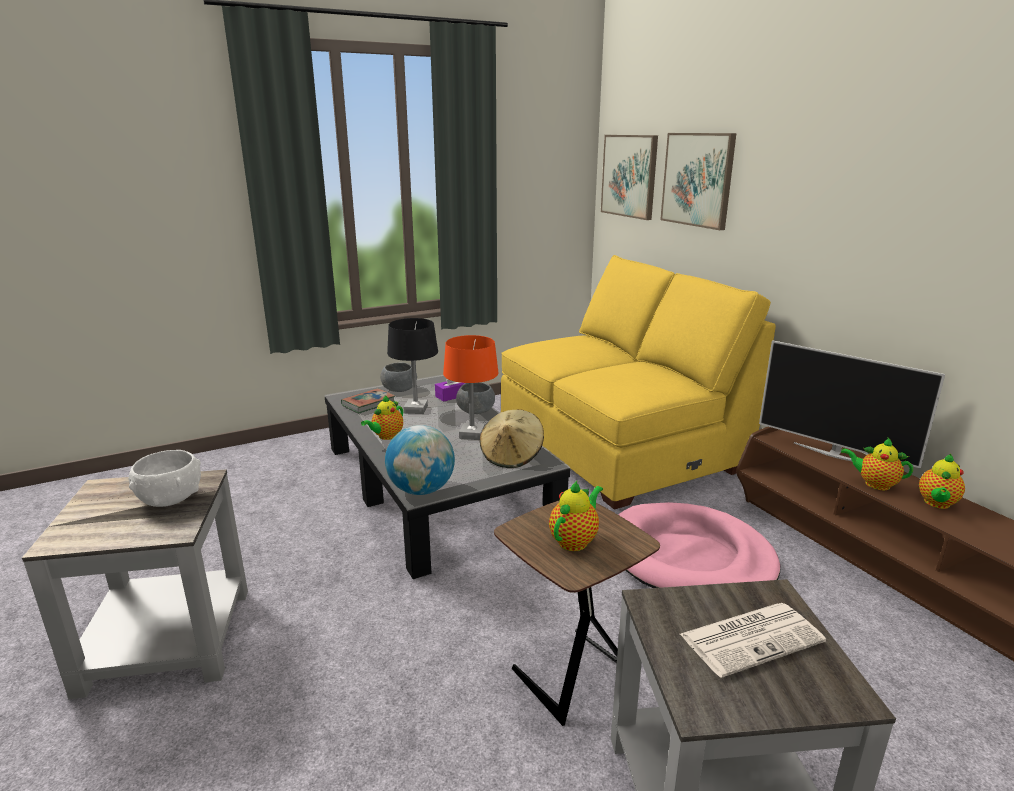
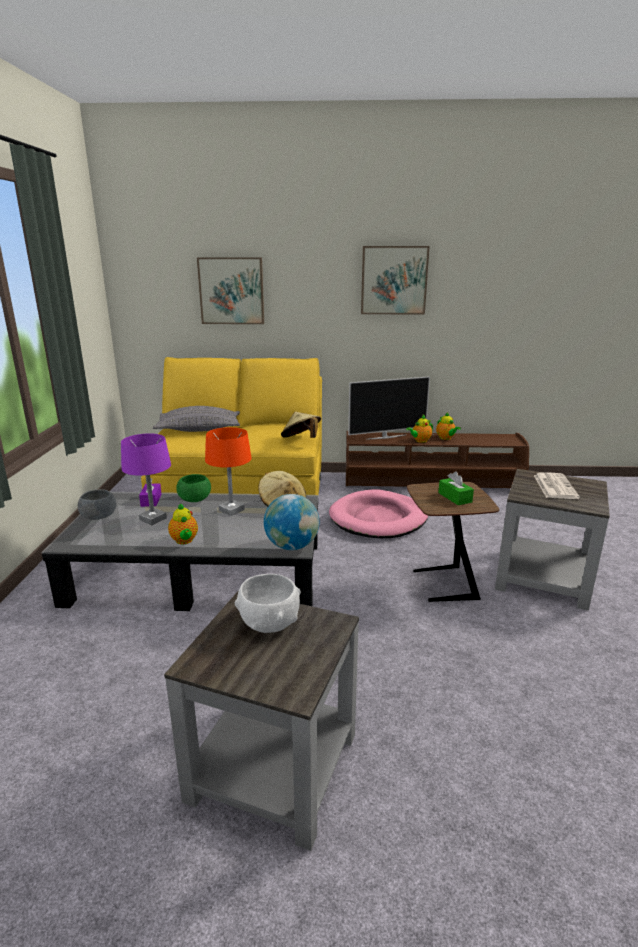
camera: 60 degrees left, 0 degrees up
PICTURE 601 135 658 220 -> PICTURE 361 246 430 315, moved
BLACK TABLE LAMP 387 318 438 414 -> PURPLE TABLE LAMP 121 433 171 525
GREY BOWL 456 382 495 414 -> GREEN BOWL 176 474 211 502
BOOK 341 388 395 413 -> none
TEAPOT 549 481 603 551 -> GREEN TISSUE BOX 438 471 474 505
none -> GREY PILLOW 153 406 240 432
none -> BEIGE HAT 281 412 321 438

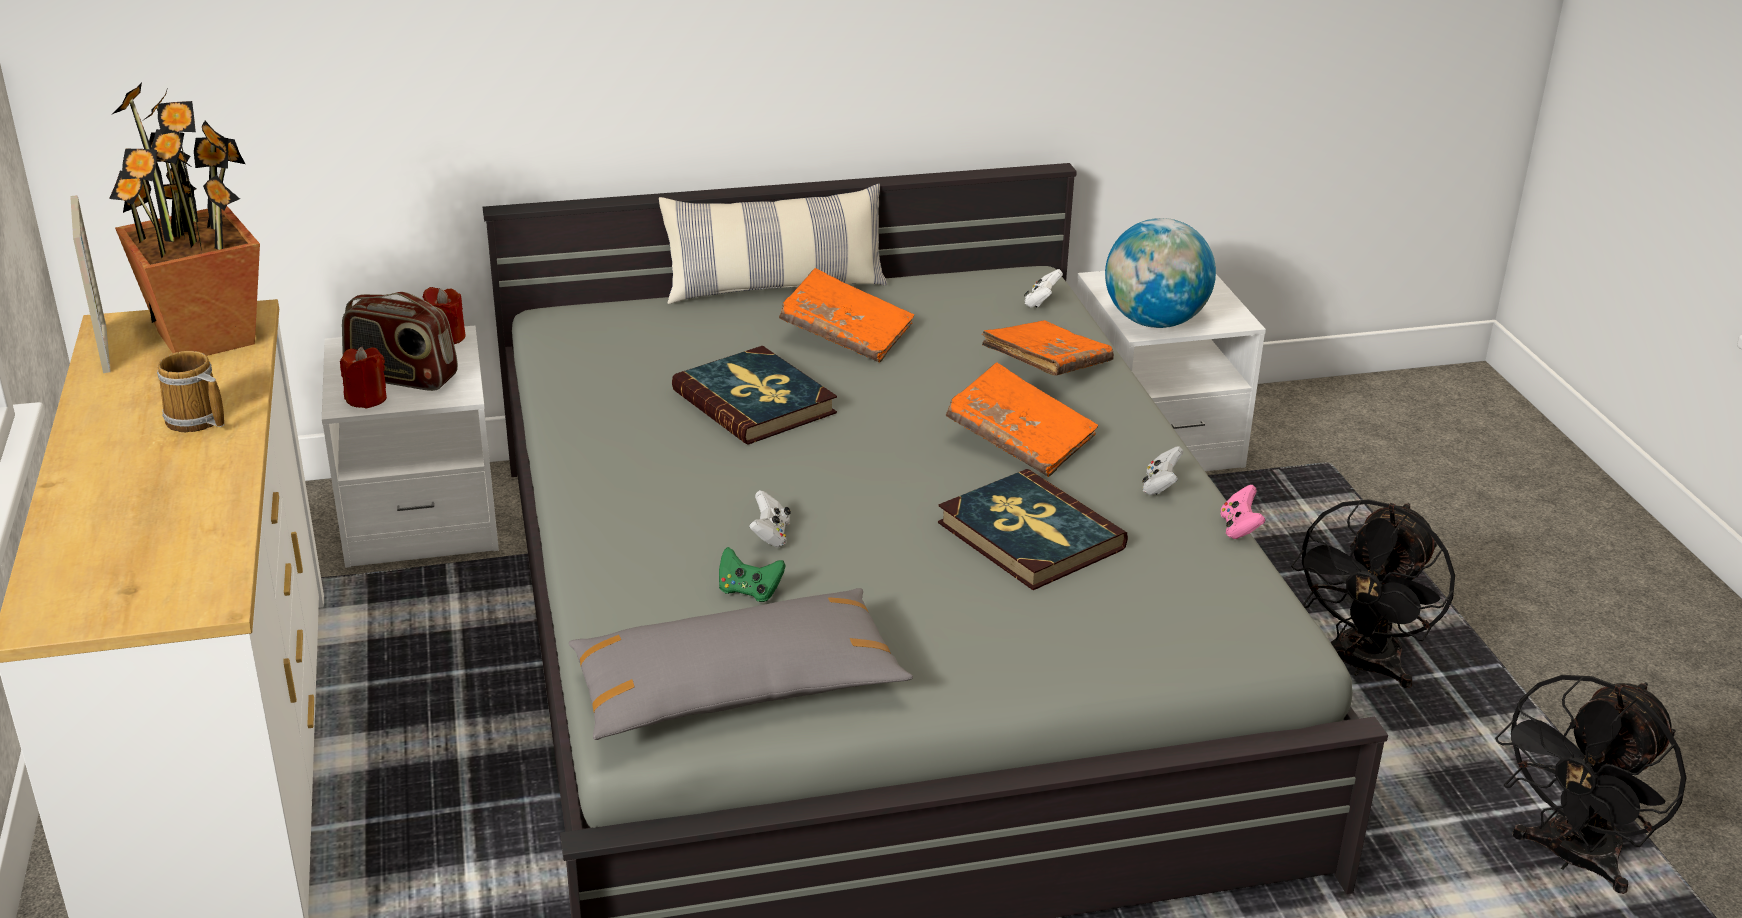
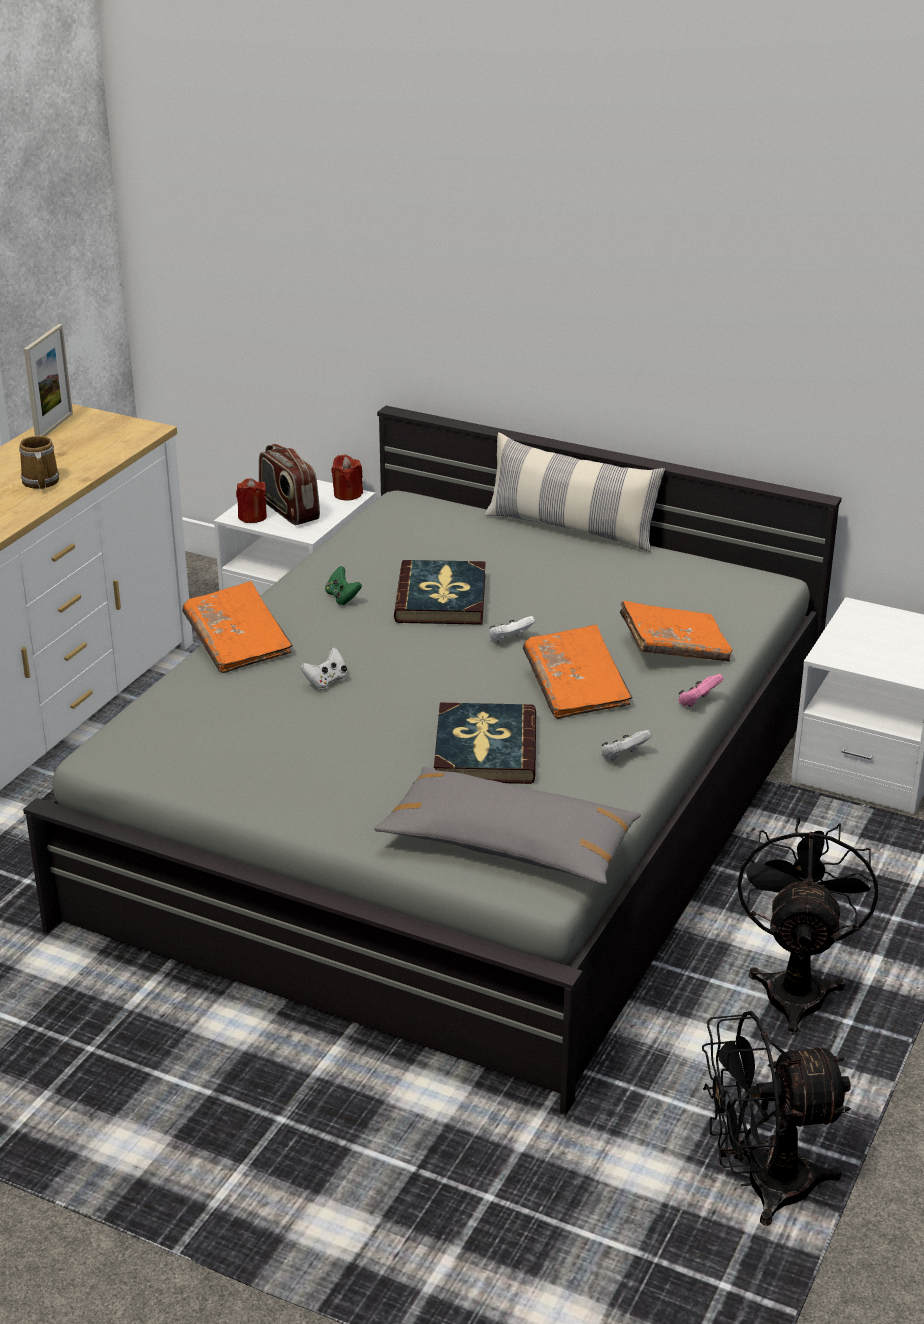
camera: 40 degrees right, 0 degrees up
POTTED PLANT 109 82 260 356 -> none
GLOBE 1105 218 1216 328 -> none
ORANGE BOOK 779 268 914 363 -> ORANGE BOOK 182 581 293 673, moved
WHITE GAME CONTROLLER 1024 269 1063 308 -> WHITE GAME CONTROLLER 489 616 535 642, moved
PINK GAME CONTROLLER 1221 485 1266 539 -> PINK GAME CONTROLLER 678 674 723 707, moved
BLACK FAN 1291 499 1455 688 -> BLACK FAN 737 817 878 1035, 120 degrees clockwise
GREEN GAME CONTROLLER 719 547 786 602 -> GREEN GAME CONTROLLER 325 566 362 605, moved
GREY PILLOW 569 588 913 740 -> GREY PILLOW 374 767 641 885, moved

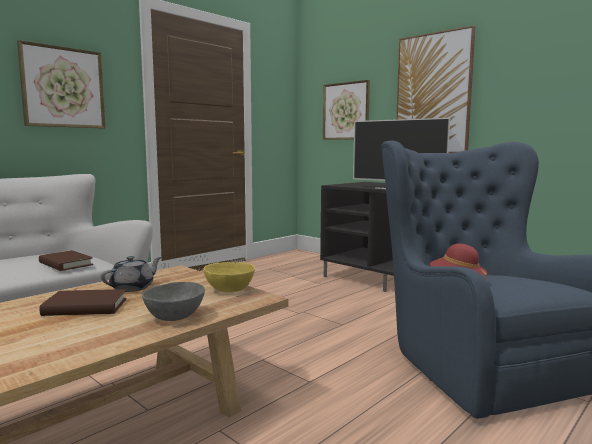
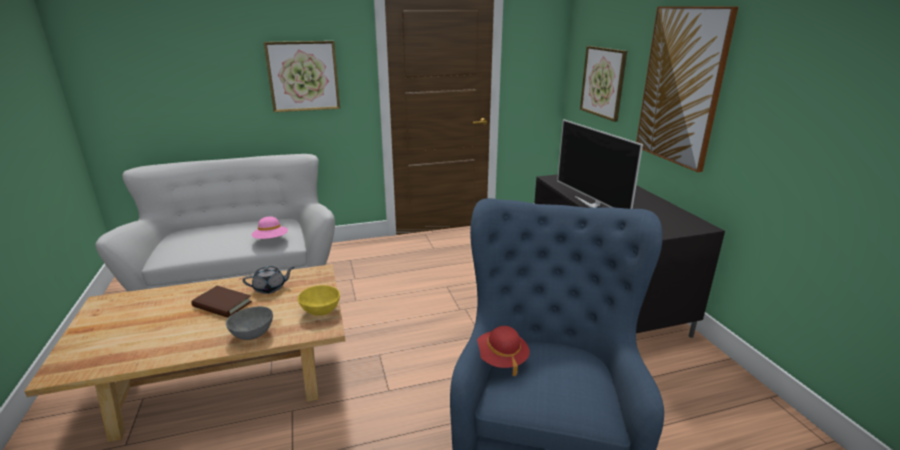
camera: 30 degrees right, 15 degrees up
BROWN BOOK 39 250 94 271 -> PINK HAT 252 216 288 239

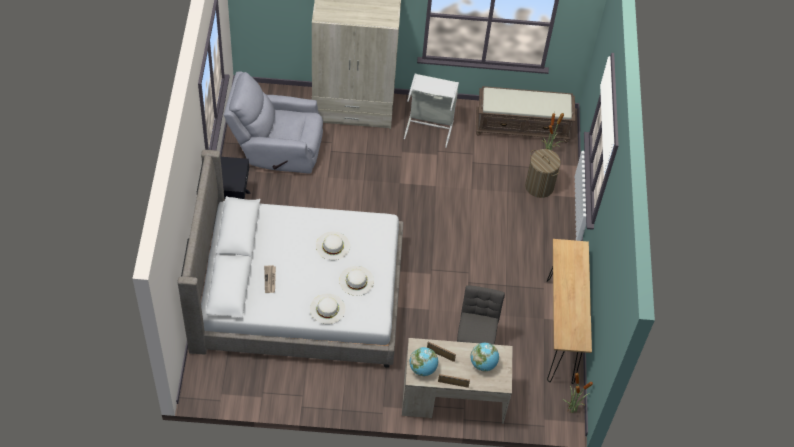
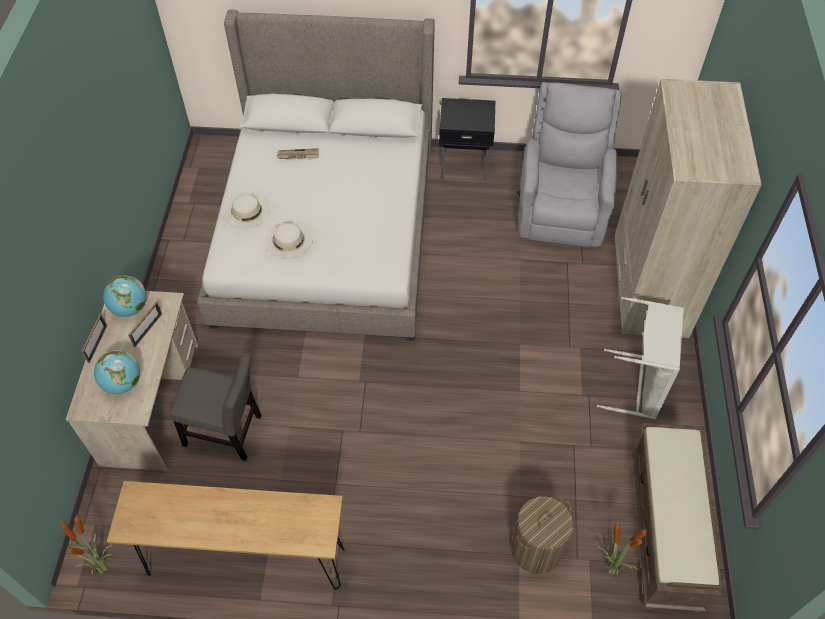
camera: 95 degrees right, 0 degrees up
WHITE HAT 316 232 350 260 -> none

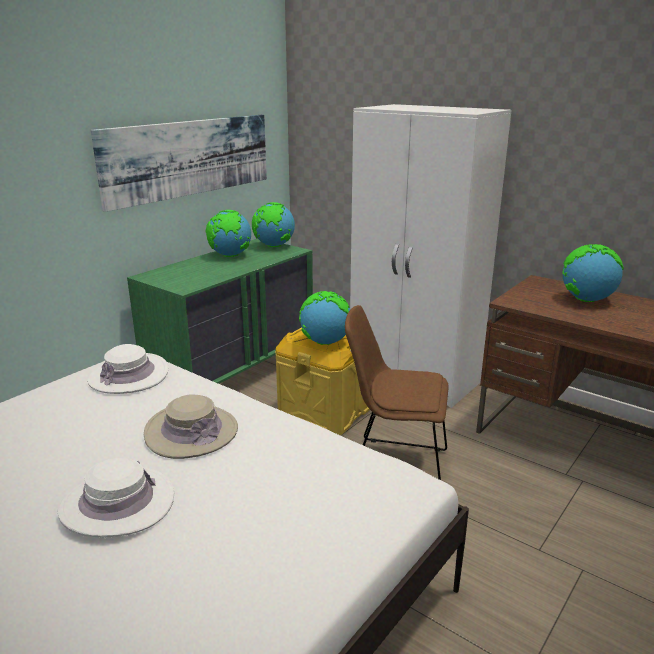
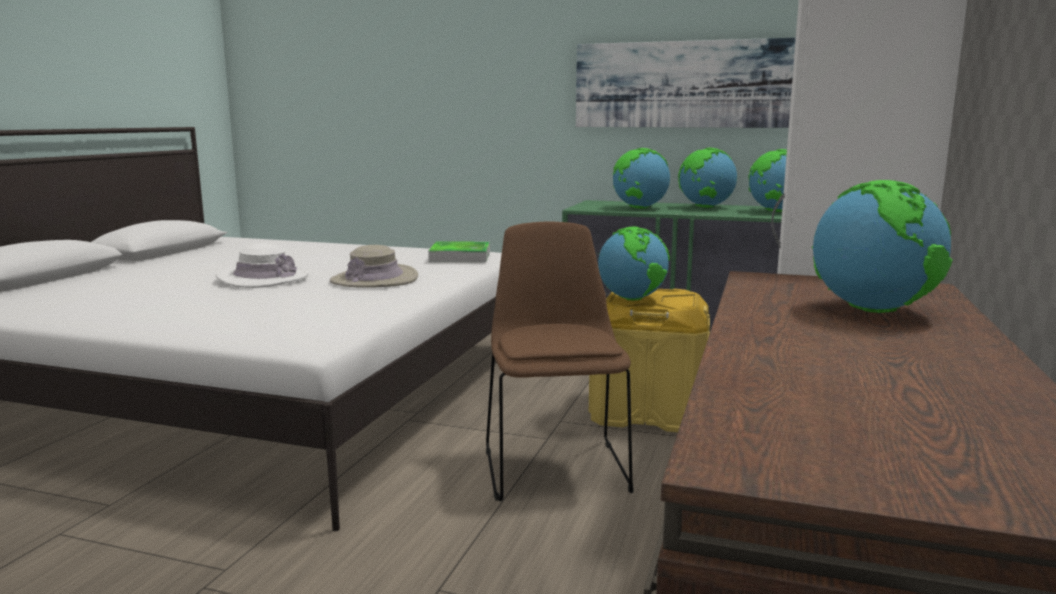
camera: 70 degrees right, 10 degrees down
WHITE HAT 87 344 168 394 -> TRAY 428 241 490 262
none -> GLOBE 613 148 670 208

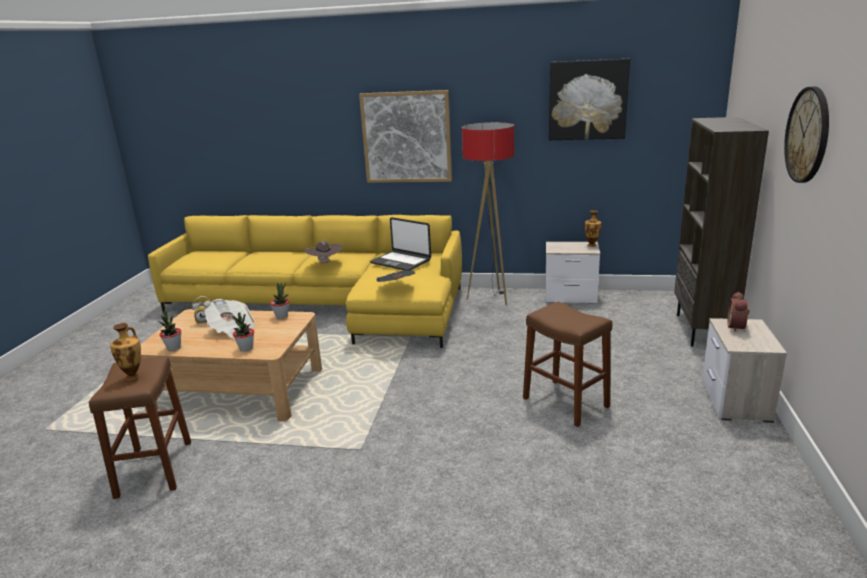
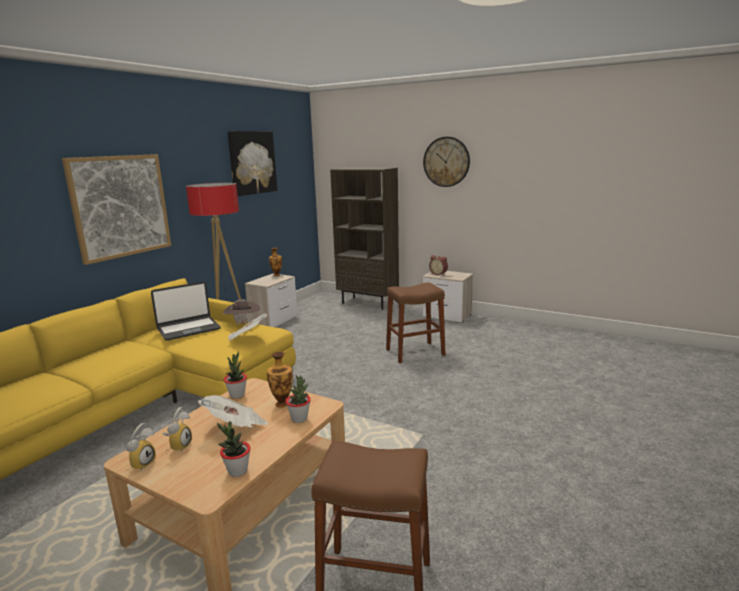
camera: 70 degrees left, 5 degrees down
BROWN HAT 303 241 343 264 -> BROWN HAT 223 299 260 325, moved
VASE 110 323 141 381 -> VASE 267 351 293 408, moved
none -> ALARM CLOCK 125 423 156 471

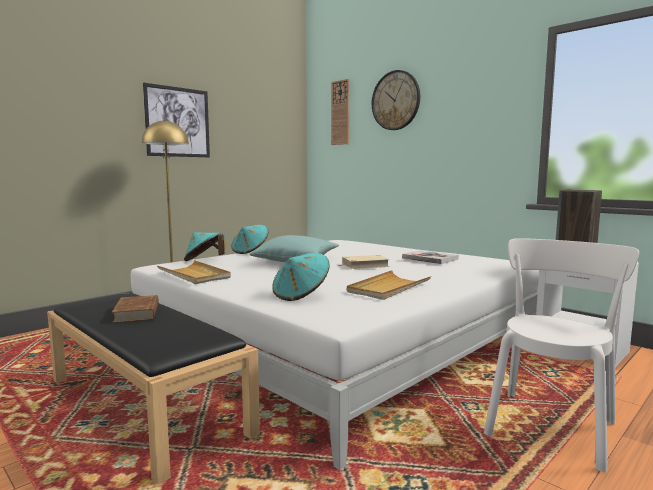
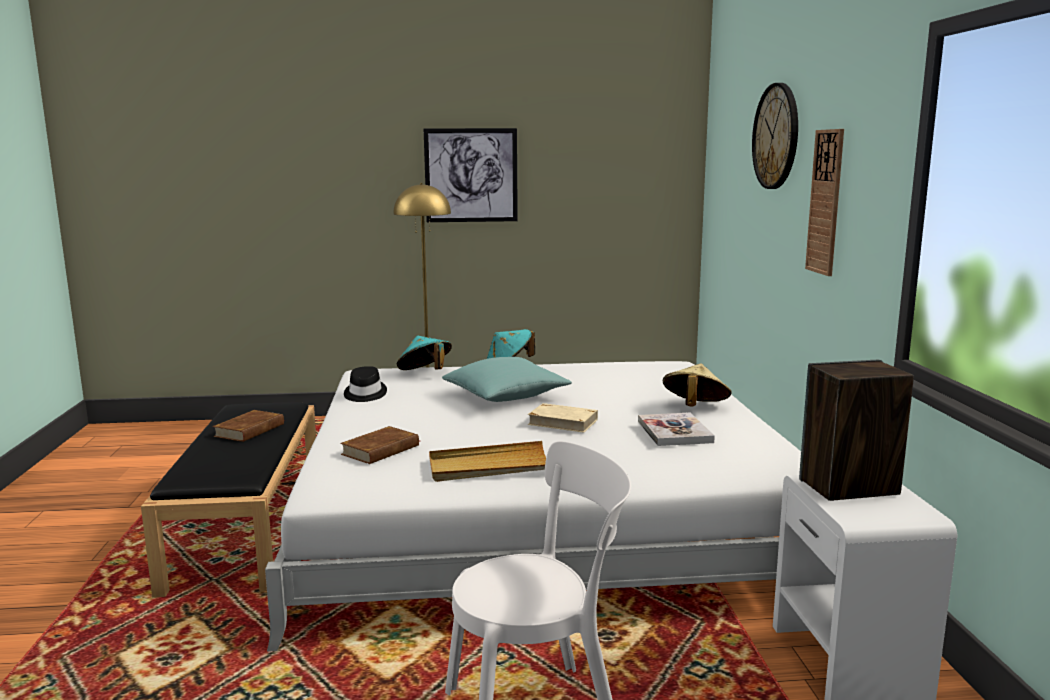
camera: 40 degrees right, 5 degrees up
WALL CLOCK 331 79 350 145 -> WALL CLOCK 805 129 844 276, moved
TURQUOISE HAT 272 253 330 301 -> BROWN BOOK 340 426 419 464
BEIGE TRAY 157 260 231 284 -> BLACK HAT 344 366 387 402
none -> BEIGE HAT 663 364 731 407

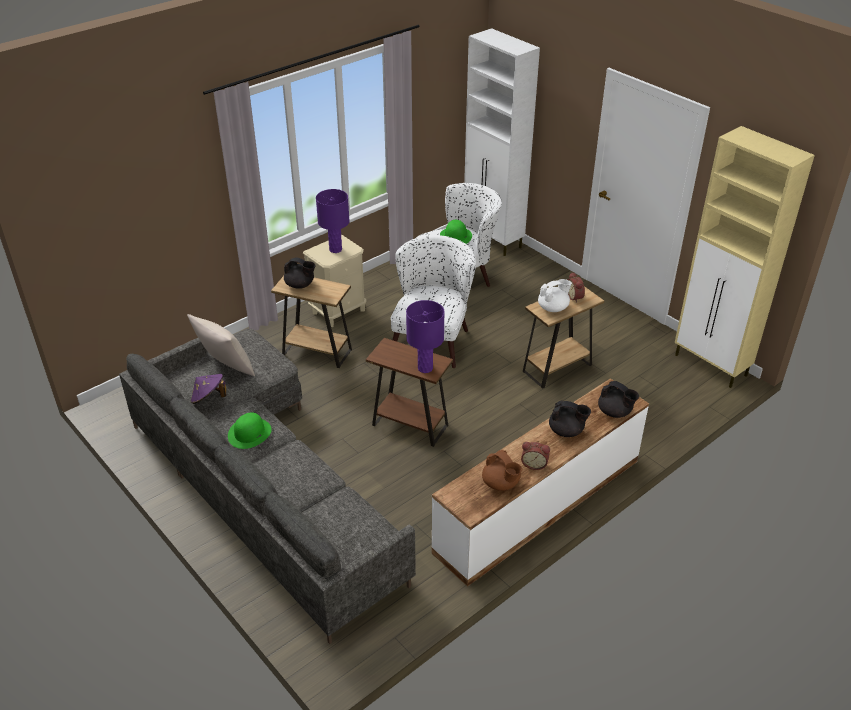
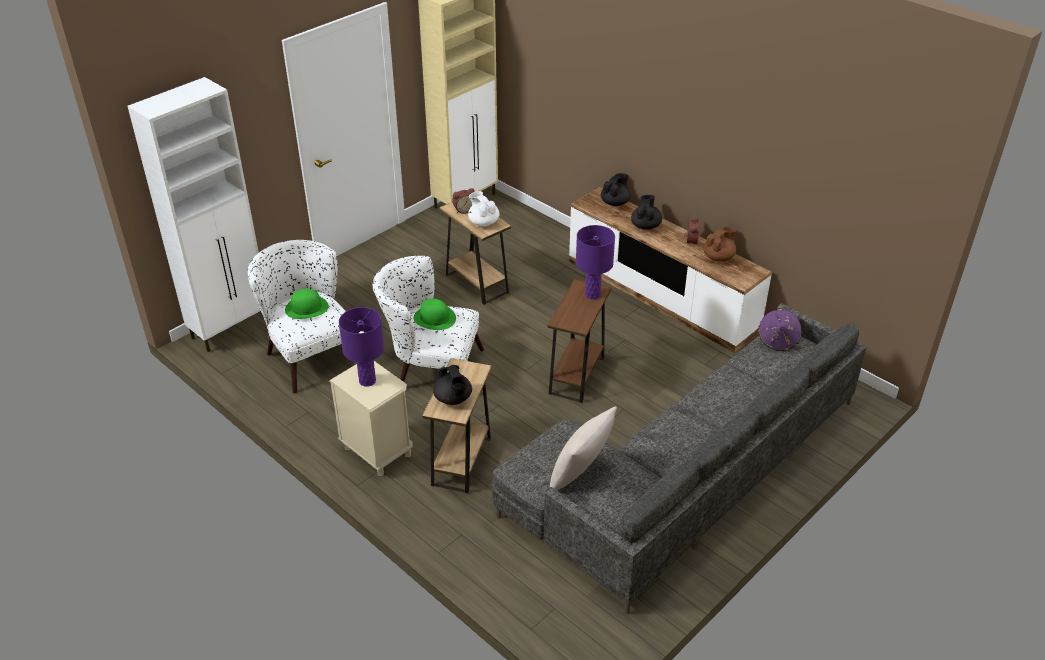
camera: 95 degrees left, 0 degrees up
BLACK TEAPOT 284 258 316 289 -> BLACK TEAPOT 433 365 472 405, 135 degrees clockwise
PURPLE HAT 191 374 226 404 -> PURPLE HAT 758 309 802 351, moved
GREEN HAT 228 413 272 449 -> GREEN HAT 414 298 456 330, moved

